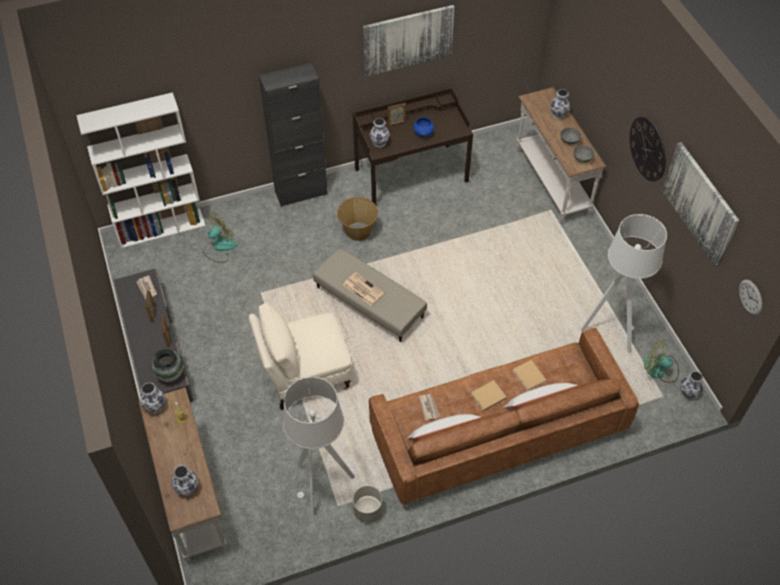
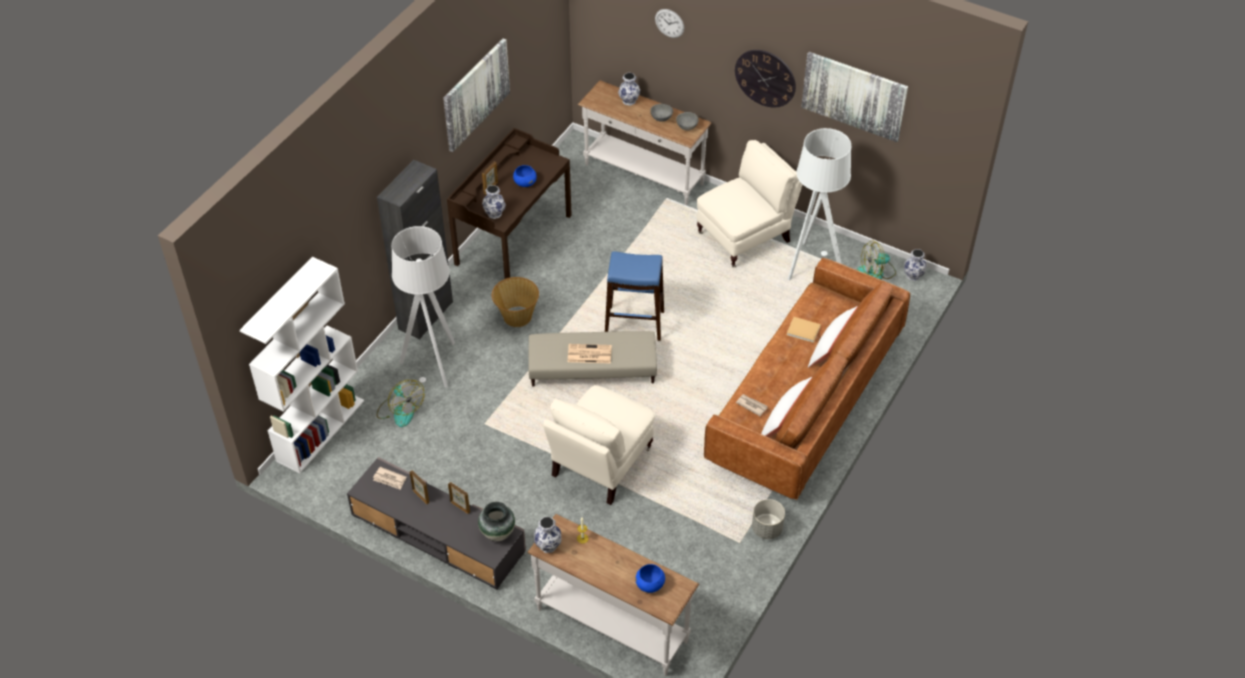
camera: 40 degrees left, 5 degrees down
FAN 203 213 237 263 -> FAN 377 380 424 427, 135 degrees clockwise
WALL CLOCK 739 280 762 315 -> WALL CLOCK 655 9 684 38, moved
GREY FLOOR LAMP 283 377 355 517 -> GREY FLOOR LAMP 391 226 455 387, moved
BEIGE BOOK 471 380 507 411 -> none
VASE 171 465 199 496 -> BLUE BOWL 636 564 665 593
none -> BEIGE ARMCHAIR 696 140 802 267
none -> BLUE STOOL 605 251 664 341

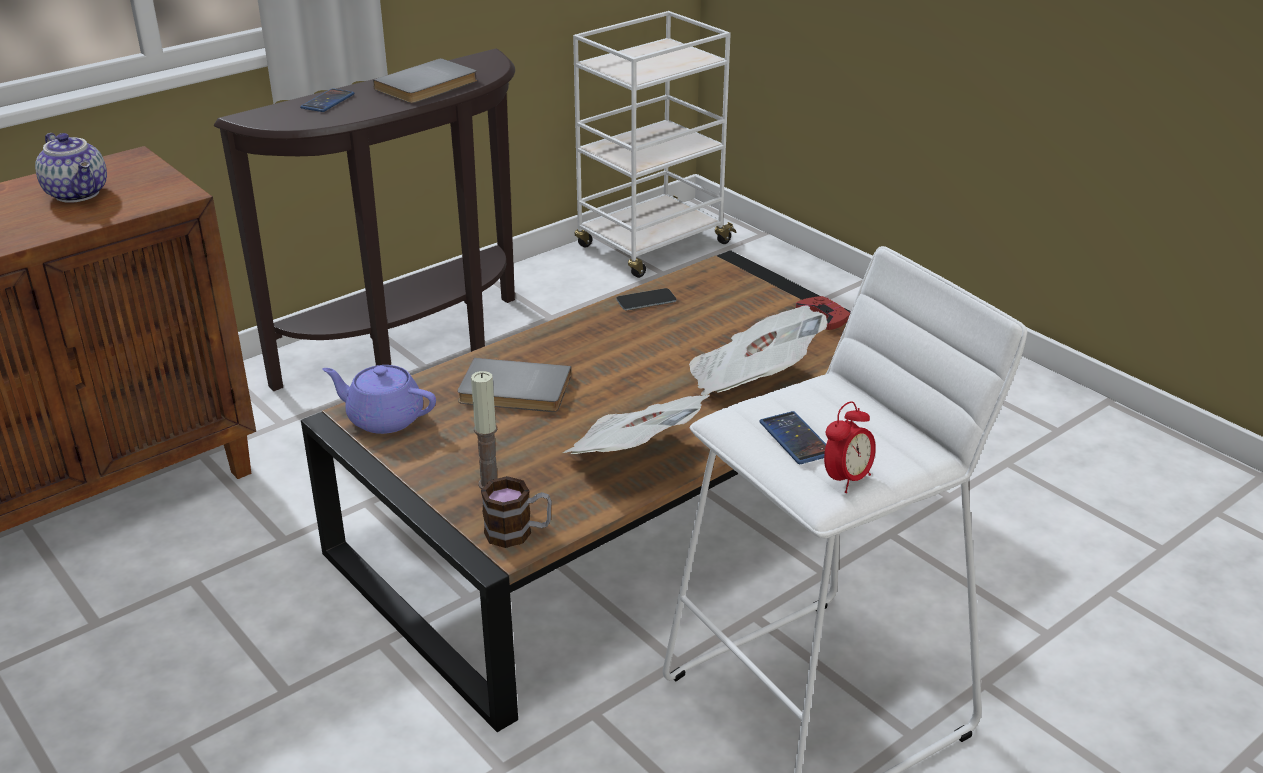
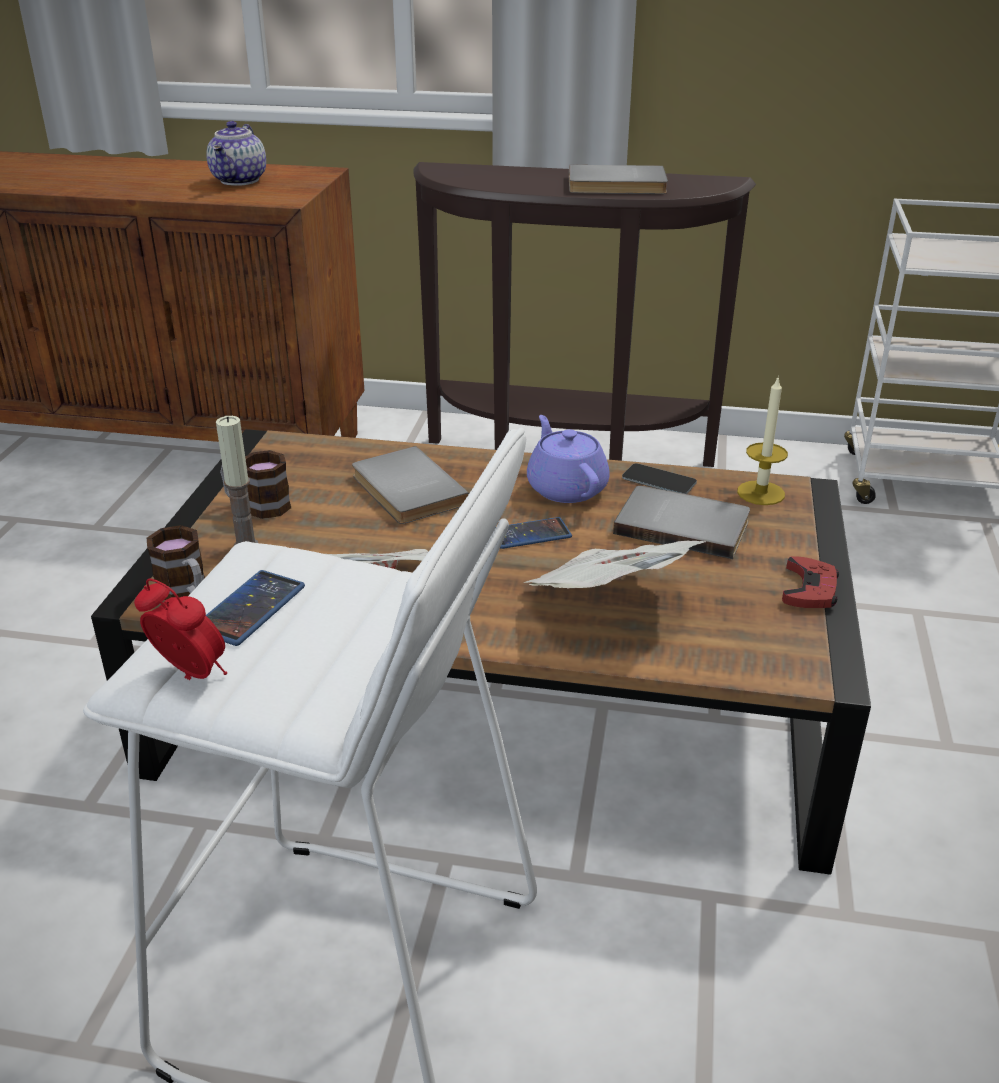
camera: 50 degrees right, 0 degrees up
PHONE 300 88 355 112 -> PHONE 500 517 572 549, moved
PURPLE TEAPOT 322 365 436 434 -> PURPLE TEAPOT 527 415 610 503, moved
ALARM CLOCK 824 401 876 493 -> ALARM CLOCK 134 578 227 680, 150 degrees counterclockwise
none -> CANDLE 737 376 788 505
none -> MUG 220 450 291 519
none -> GREY BOOK 613 486 750 559

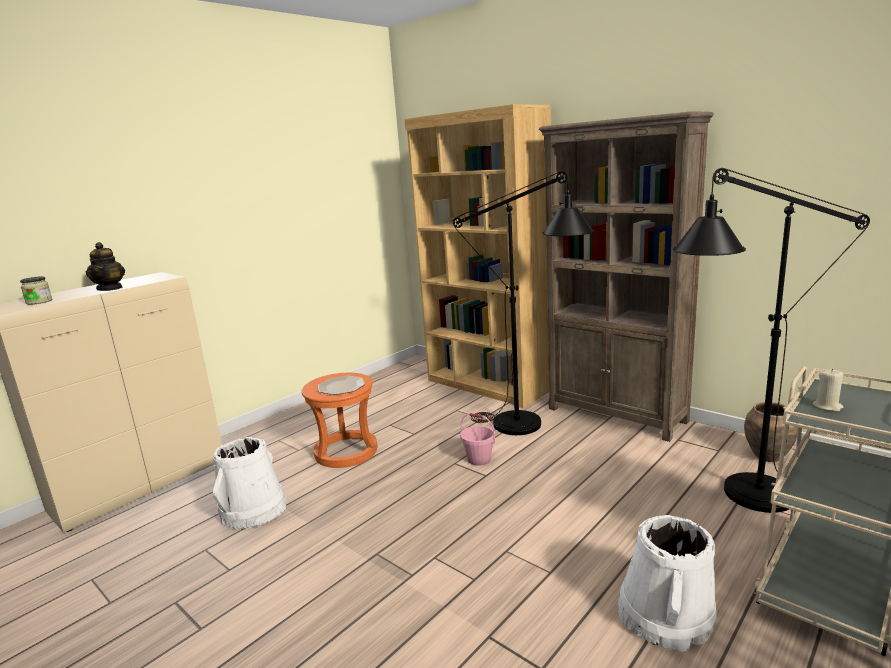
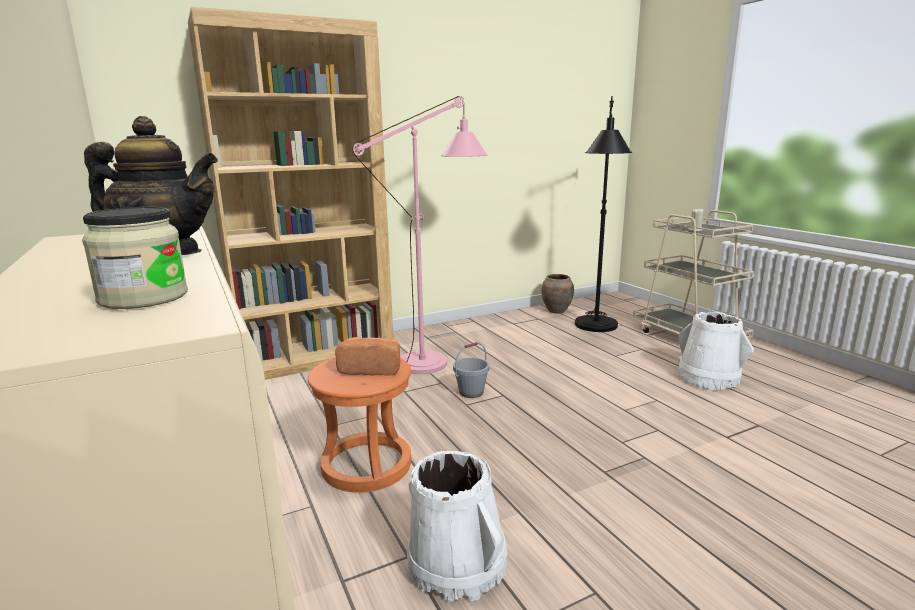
camera: 70 degrees left, 0 degrees up
BROWN BOOKCASE 539 112 714 442 -> none
BLACK FLOOR LAMP 453 171 594 435 -> PINK FLOOR LAMP 352 96 488 374
PLATE 318 376 365 395 -> BREAD 335 337 400 376
PINK BUCKET 460 413 495 466 -> GREY BUCKET 453 342 490 398

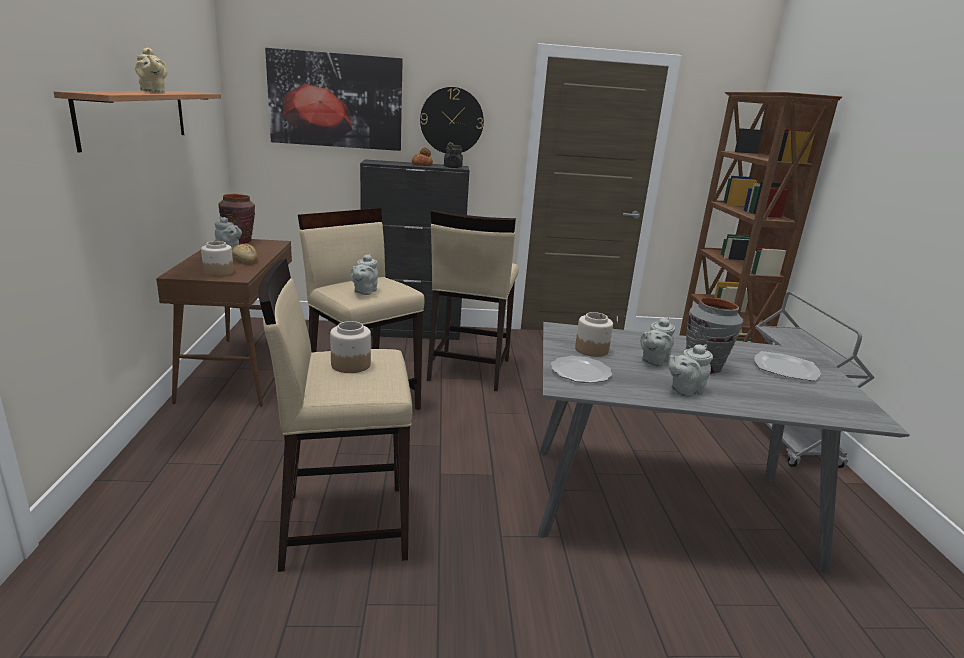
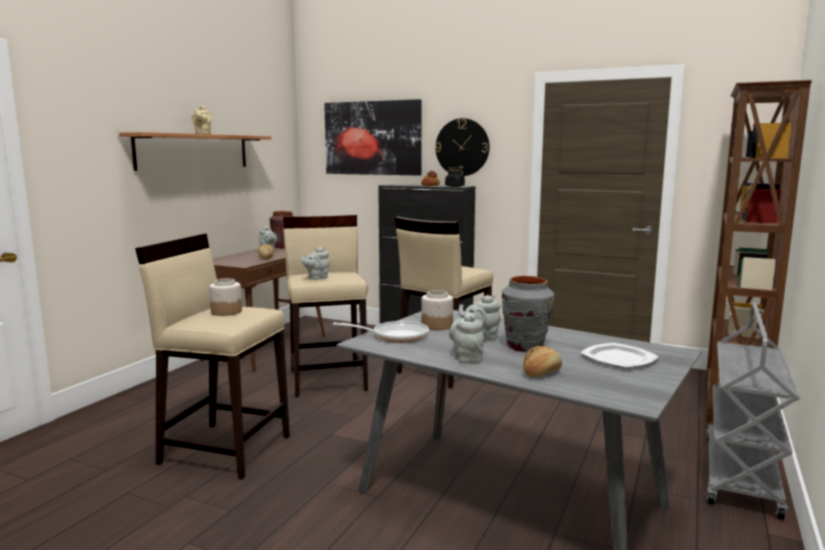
camera: 30 degrees right, 10 degrees down
JAR 201 241 234 277 -> none
GREY TEAPOT 668 344 713 397 -> GREY TEAPOT 449 312 484 363, 75 degrees clockwise
PLATE 551 356 612 383 -> FRYING PAN 333 321 429 343
none -> BREAD 523 346 562 377

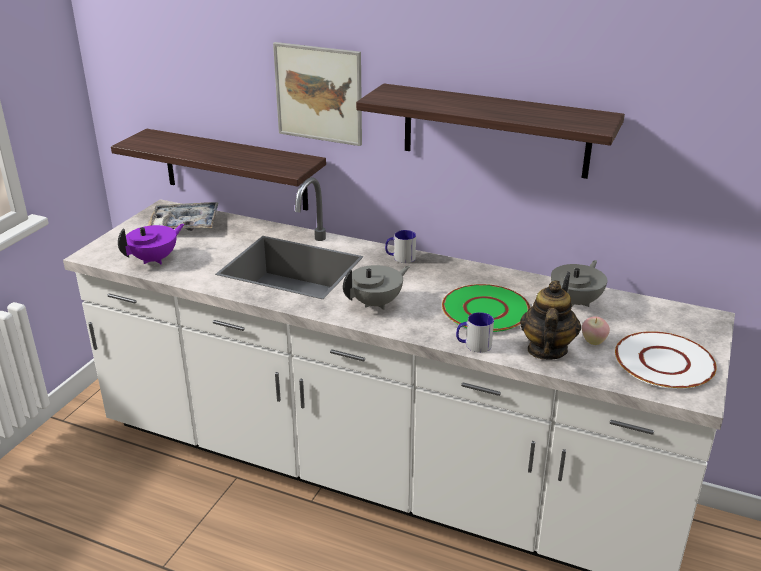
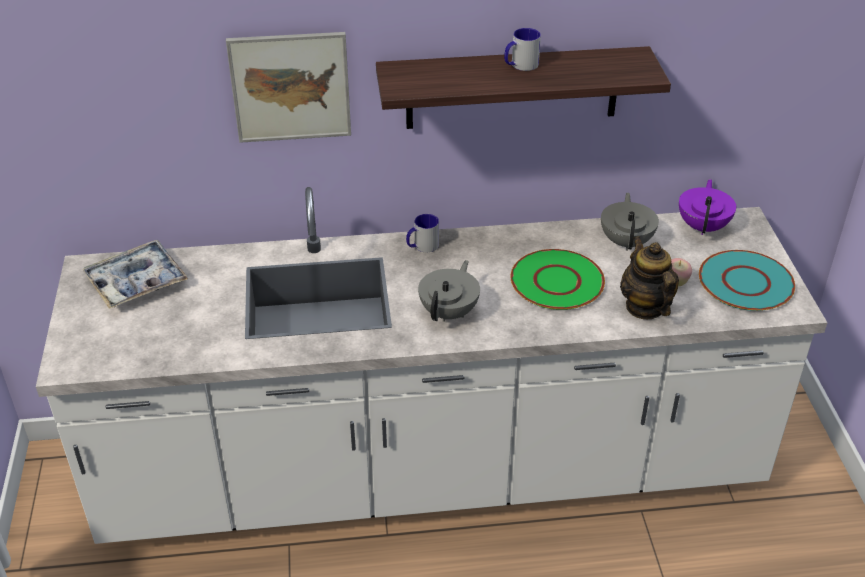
camera: 30 degrees left, 10 degrees up
SHELF 111 129 326 211 -> none
PURPLE TEAPOT 118 224 184 264 -> PURPLE TEAPOT 679 179 736 235, moved
MUG 456 312 494 353 -> MUG 504 28 541 71, moved
WHITE PLATE 615 331 717 389 -> TURQUOISE PLATE 699 250 795 311

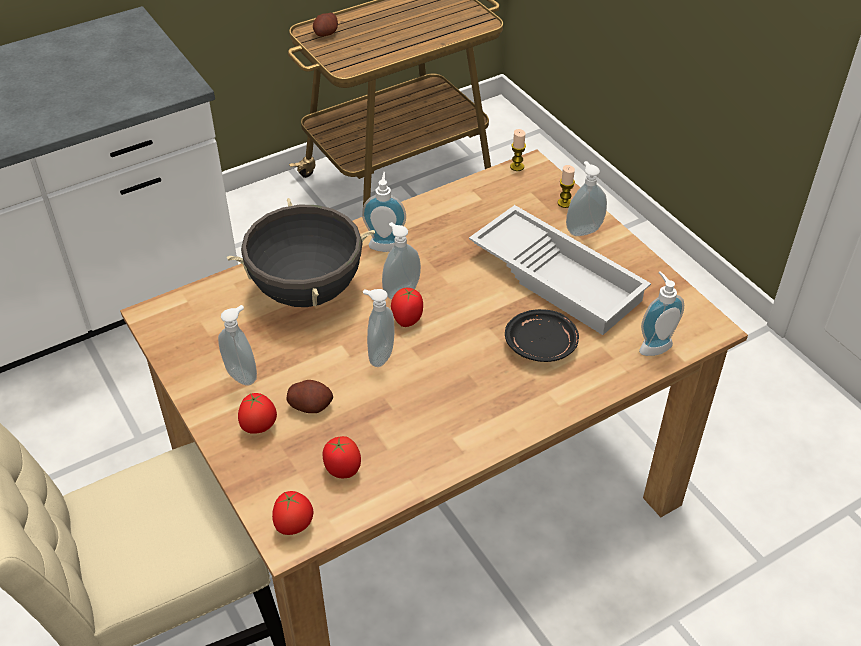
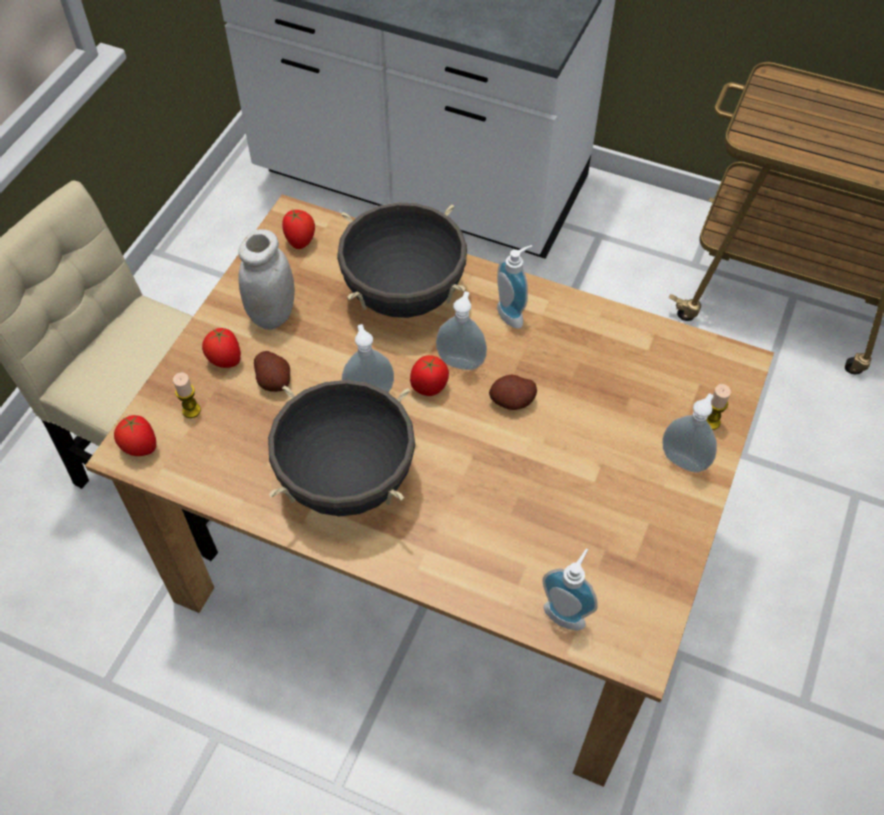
camera: 55 degrees right, 10 degrees up
POTATO 313 13 338 37 -> POTATO 489 374 537 410, moved
CANDLE 510 129 526 171 -> CANDLE 173 372 201 418, moved
WHITE TRAY 469 205 651 335 -> none
SOAP DISPENSER 218 305 257 386 -> WHITE JAR 238 229 295 330
BLACK PLATE 505 309 579 362 -> none
TOMATO 323 436 361 478 -> TOMATO 282 208 315 249, moved
none -> BLACK COOKING POT 268 380 415 516

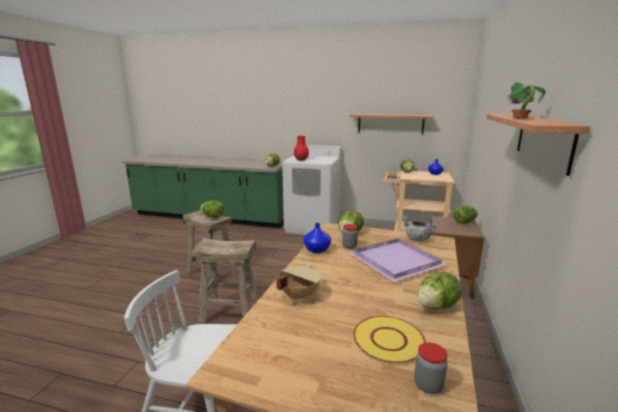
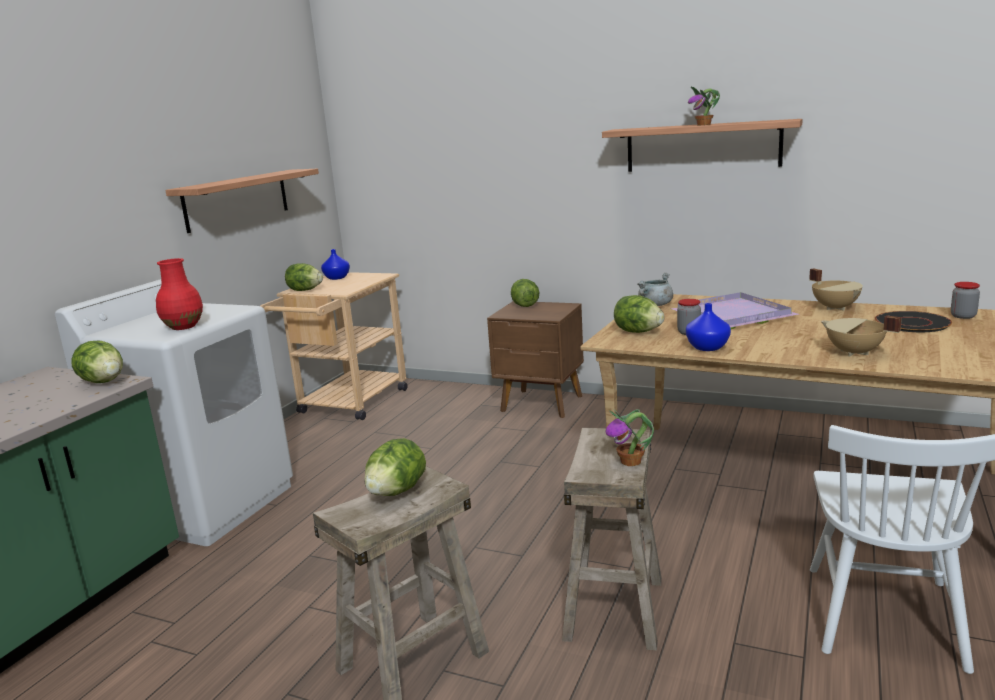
camera: 80 degrees left, 0 degrees up
LETTUCE 417 272 463 310 -> BEIGE COOKING POT 809 268 863 311
YELLOW PLATE 353 316 426 364 -> BLACK PLATE 875 311 952 332
none -> POTTED PLANT 605 409 654 466

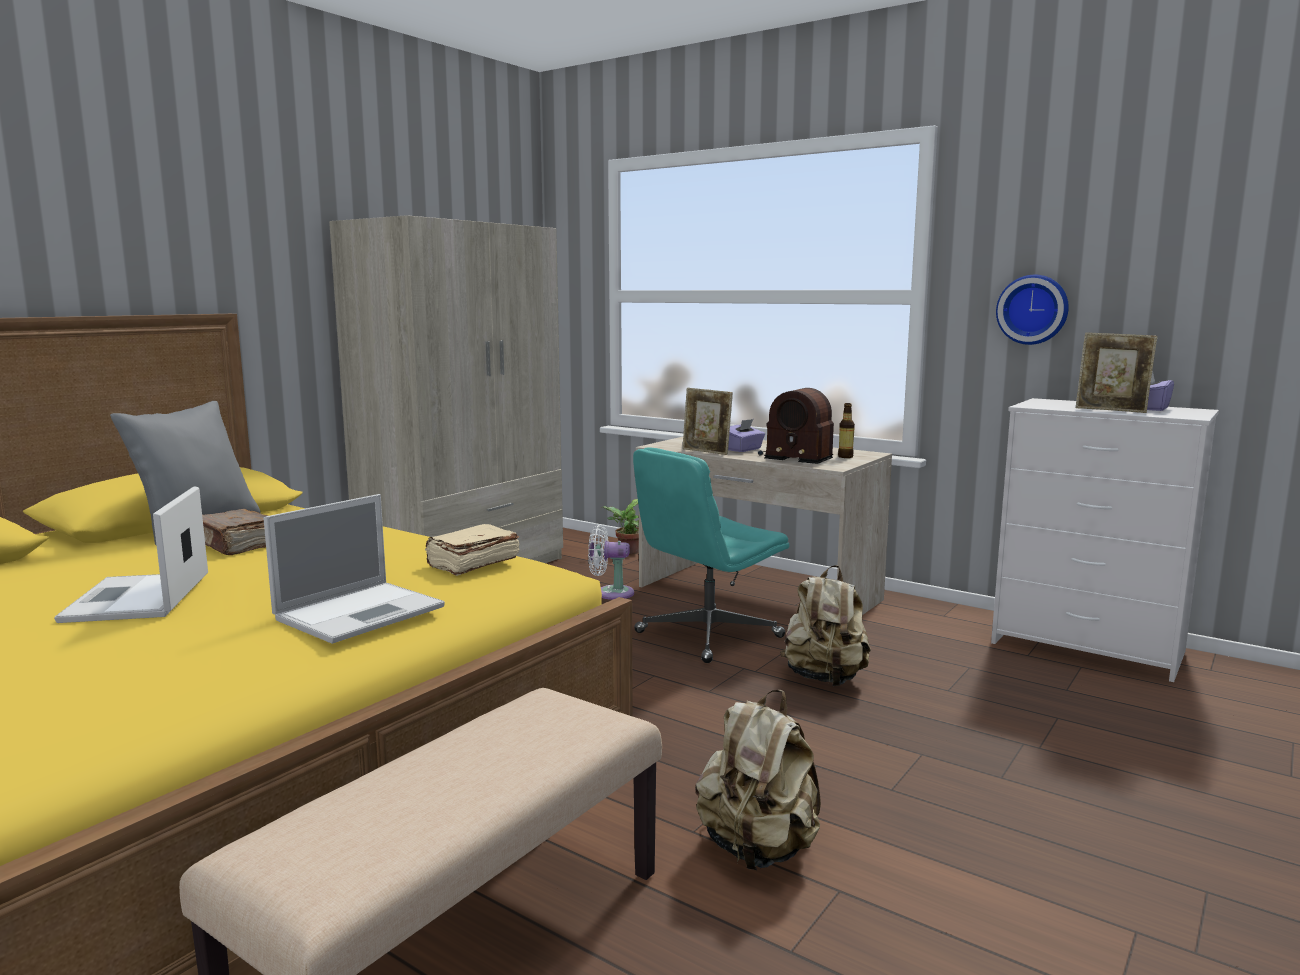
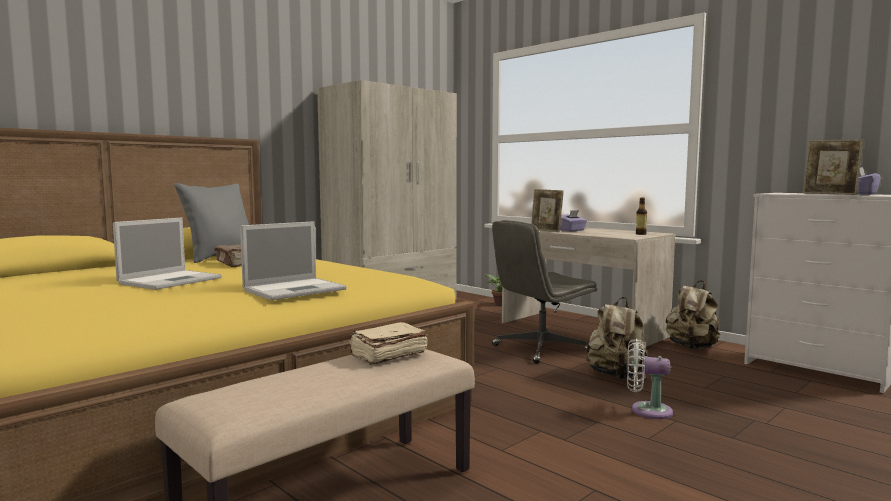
camera: 10 degrees right, 5 degrees down
WALL CLOCK 996 275 1069 345 -> none
RADIO 758 388 834 464 -> none
TURQUOISE OFFICE CHAIR 633 447 789 663 -> GREY OFFICE CHAIR 492 220 597 364
LAPTOP 54 486 208 623 -> LAPTOP 113 217 222 290, 150 degrees counterclockwise
BEIGE BOOK 425 524 520 576 -> BEIGE BOOK 349 322 428 365, moved
WHITE FAN 588 525 634 600 -> WHITE FAN 627 339 673 419, moved
BEIGE BACKPACK 695 690 821 870 -> BEIGE BACKPACK 666 280 720 349, moved

